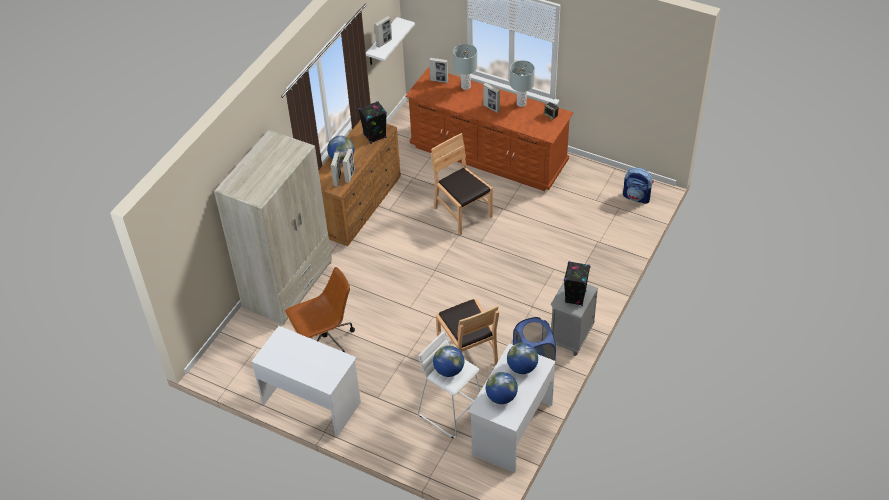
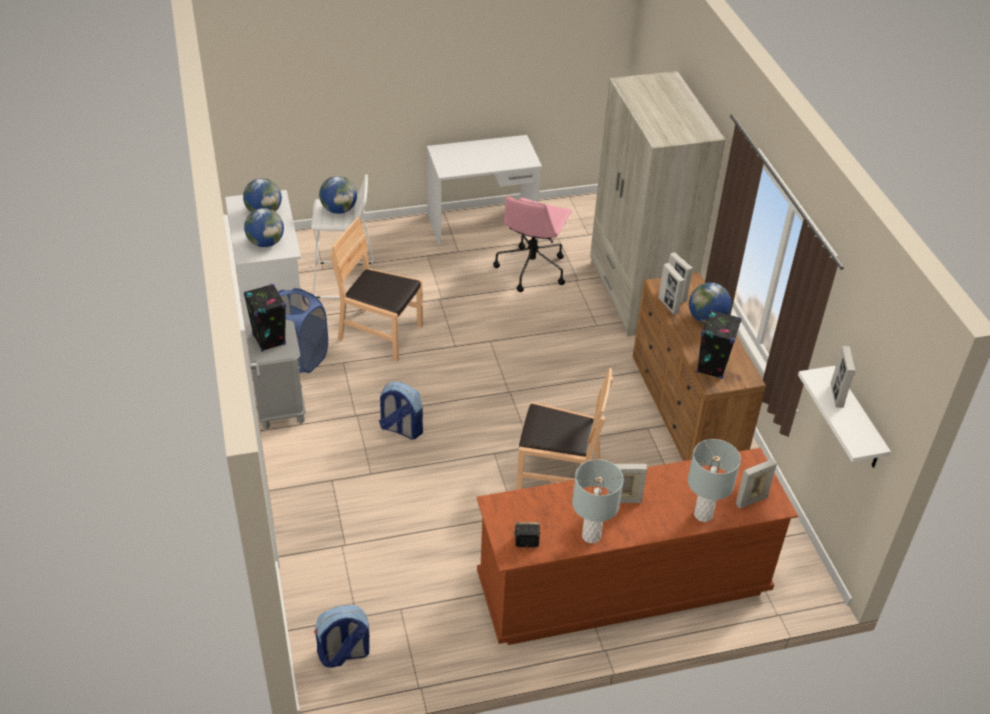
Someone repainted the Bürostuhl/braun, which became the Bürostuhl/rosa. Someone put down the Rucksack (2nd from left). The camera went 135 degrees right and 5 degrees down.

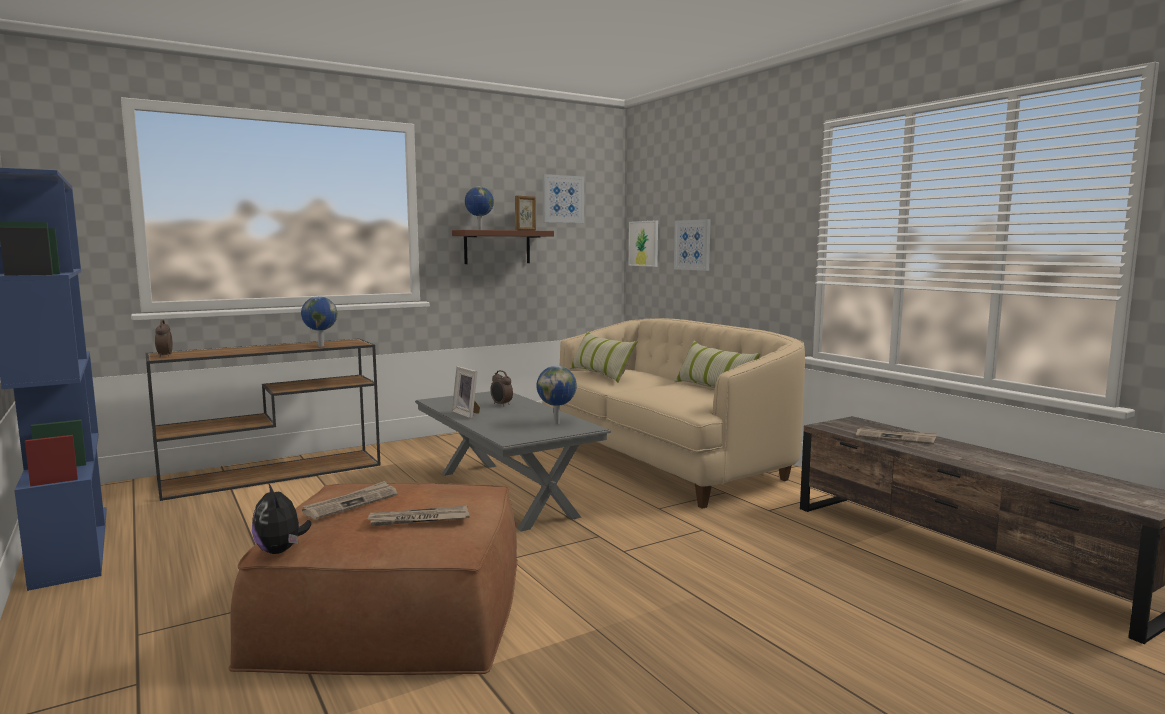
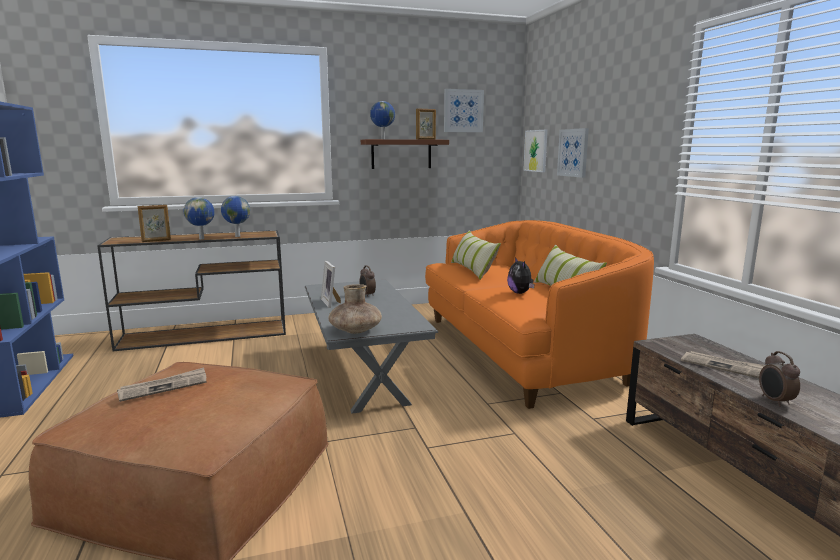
Someone repainted the Sofa/beige, which became the Sofa/orange. Someone carried the Wecker (1st from left in the first image). Someone carried the Globus (3rd from left in the first image). Someone carried the Plüschtier. Someone took away the Zeitung (2nd from left). Someone put down the Bilderrahmen (1st from left). Someone put down the Vase/braun. The camera went 15 degrees right and 5 degrees up.

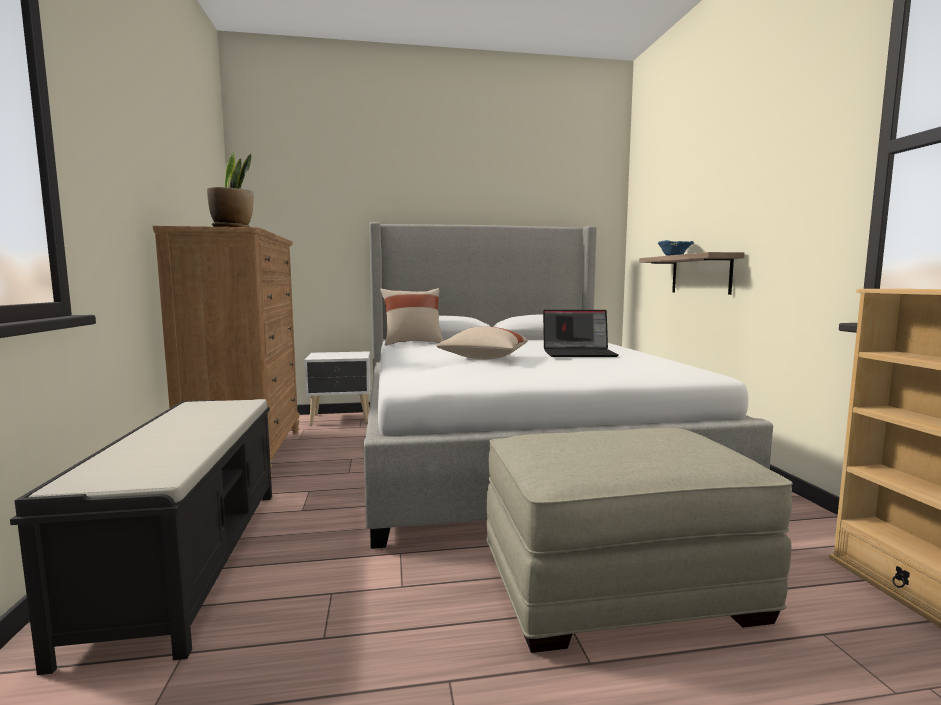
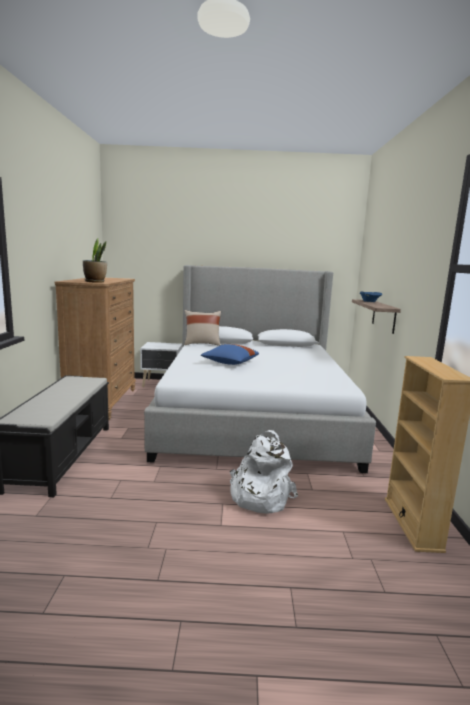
Someone took away the Laptop. Someone repainted the Kissen/beige (2nd from left), which became the Kissen/blau. Someone swapped the Polsterhocker/beige for the Rucksack/weiß. The camera went 10 degrees right and 5 degrees up.

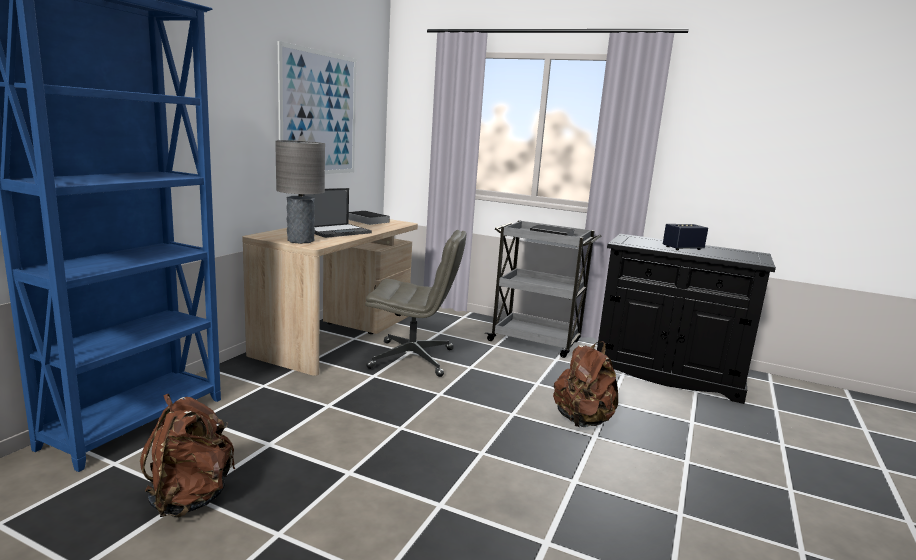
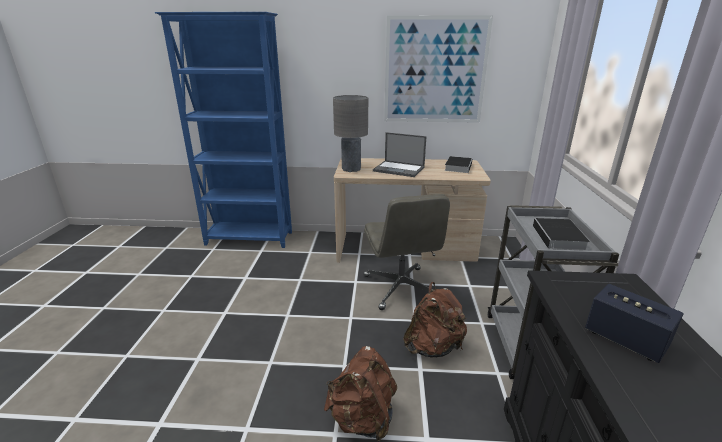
Someone carried the Rucksack/braun (1st from left in the first image). The camera went 70 degrees right and 10 degrees up.

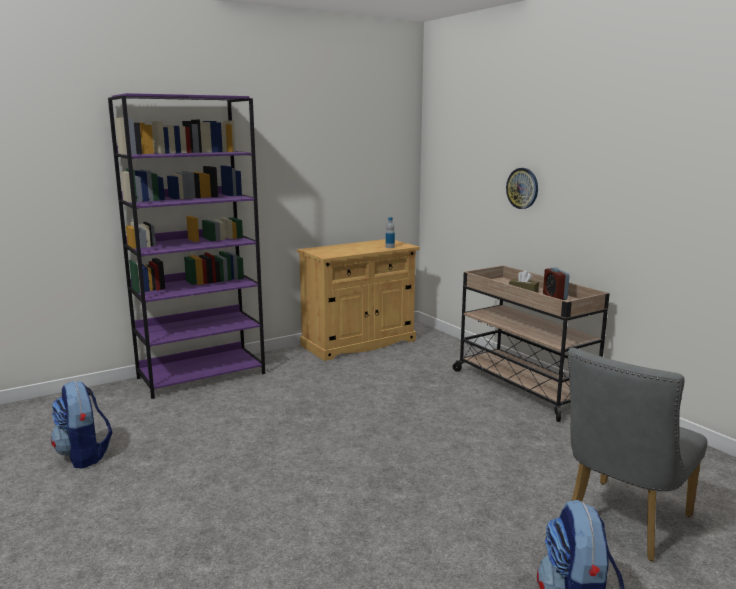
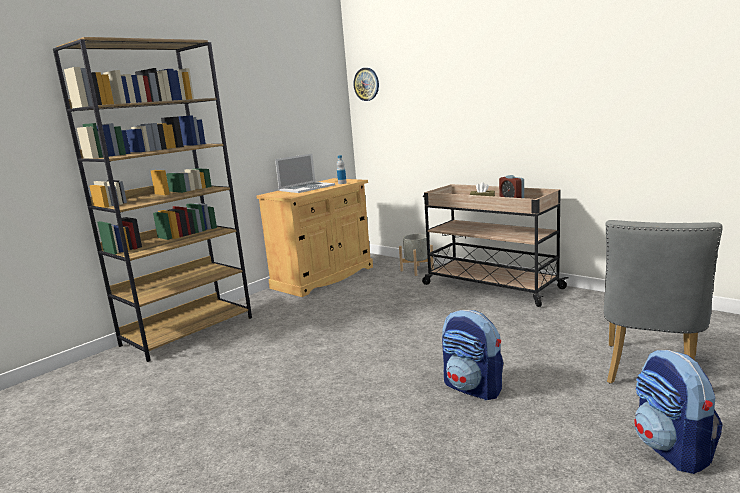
Someone repainted the Bücherregal/lila, which became the Bücherregal/braun. Someone carried the Wanduhr. Someone carried the Rucksack (1st from left). Someone put down the Laptop. Someone put down the Pflanzkübel/grau. The camera went 15 degrees left and 0 degrees up.

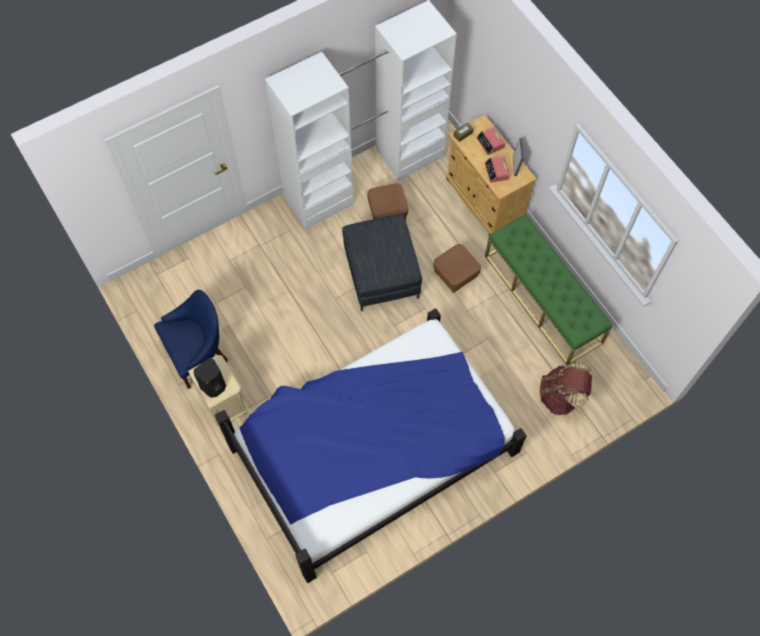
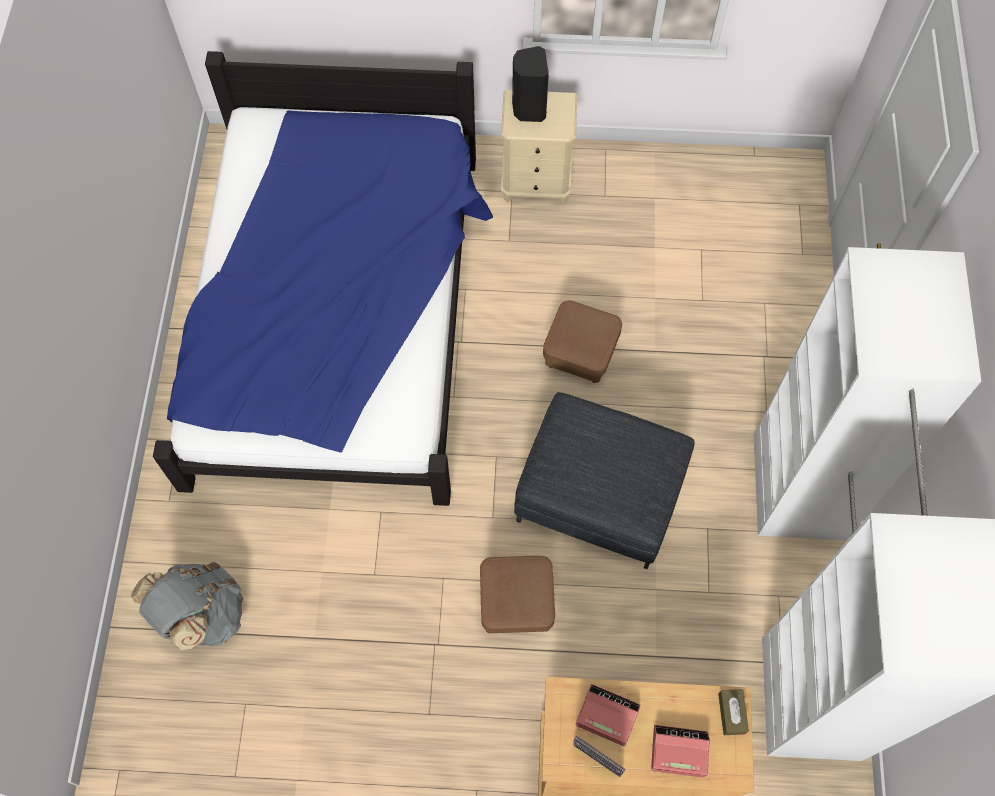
Someone carried the Polsterhocker/braun (1st from left in the first image). Someone took away the Bank/grün. Someone took away the Sessel/blau. Someone repainted the Rucksack/braun, which became the Rucksack/grau. The camera went 125 degrees right and 0 degrees up.

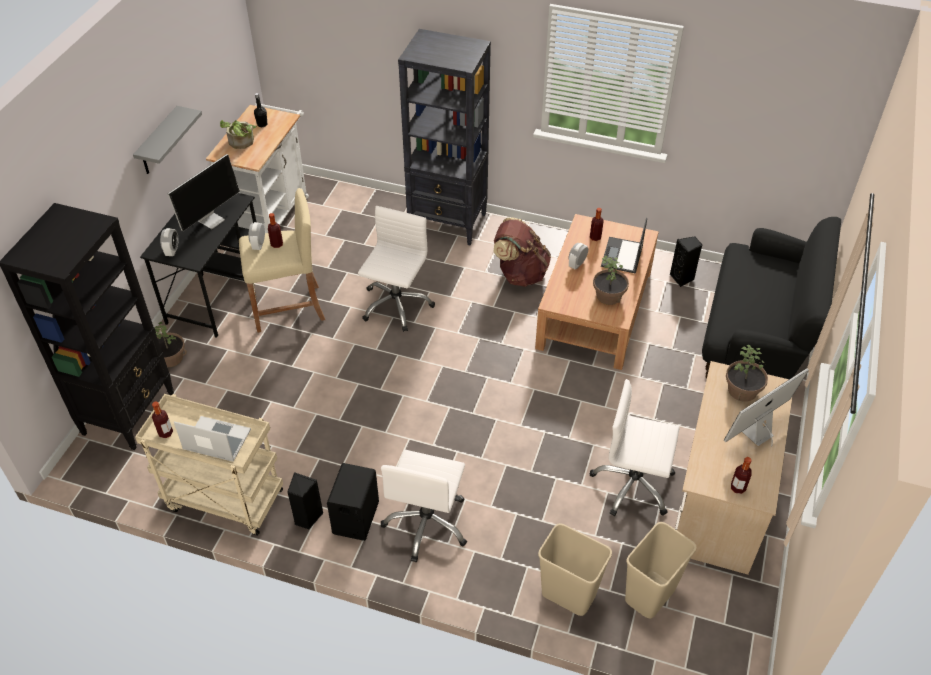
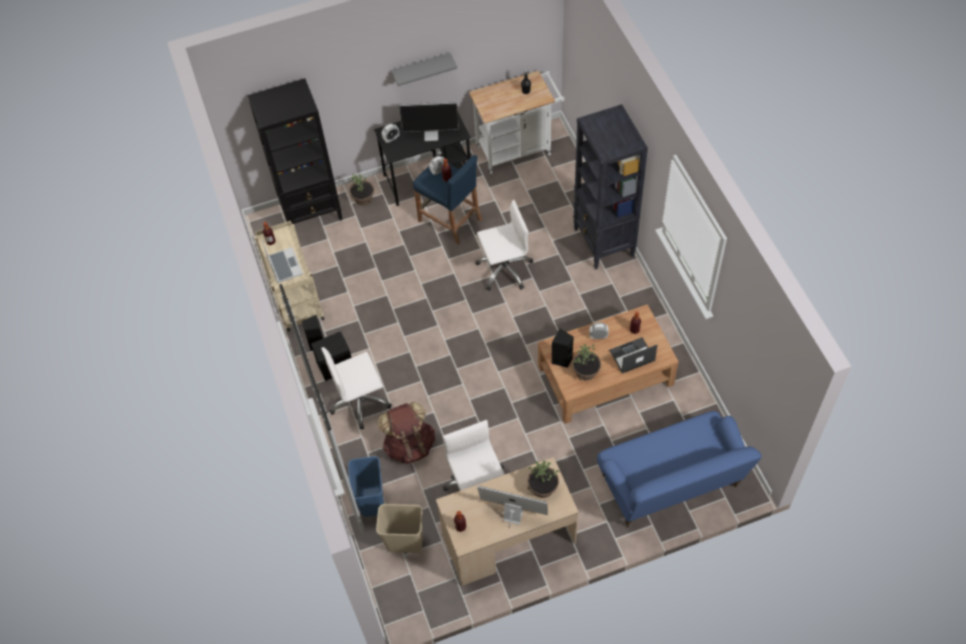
Someone took away the Topfpflanze (2nd from left). Someone repainted the Hocker/beige, which became the Hocker/blau. Someone repainted the Sofa/schwarz, which became the Sofa/blau. Someone carried the Rucksack/braun. Someone carried the Lautsprecher/schwarz (3rd from left). Someone repainted the Mülleimer/beige (1st from left), which became the Mülleimer/blau. The camera went 55 degrees right and 10 degrees up.

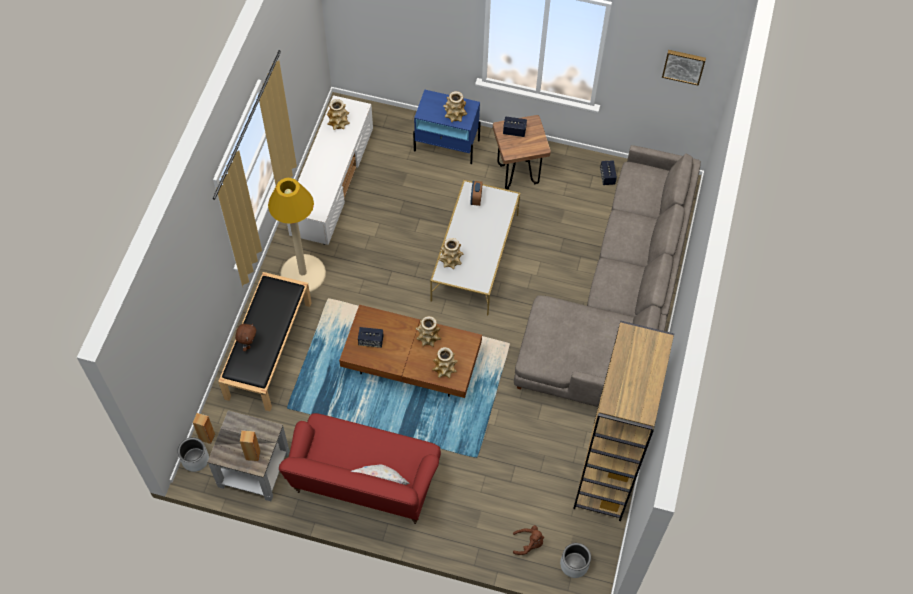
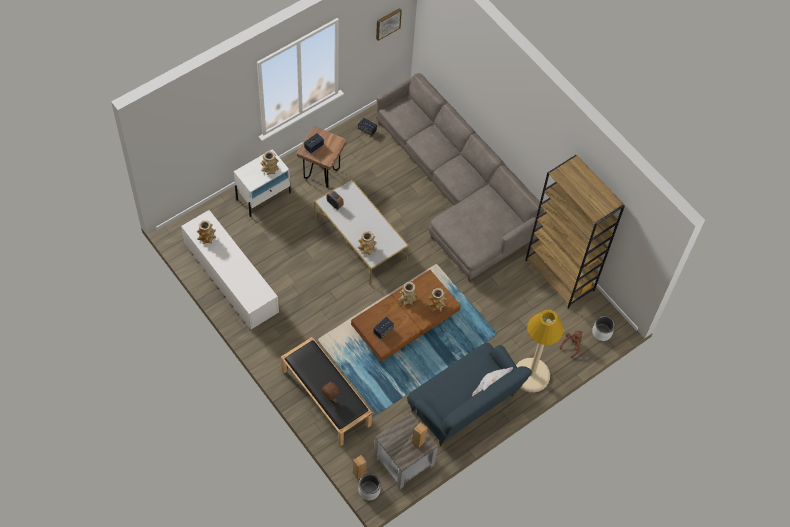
Someone repainted the Nachttisch/blau, which became the Nachttisch/weiß. Someone carried the Stehlampe/beige. Someone repainted the Sofa/rot, which became the Sofa/blau. The camera went 55 degrees left and 0 degrees up.

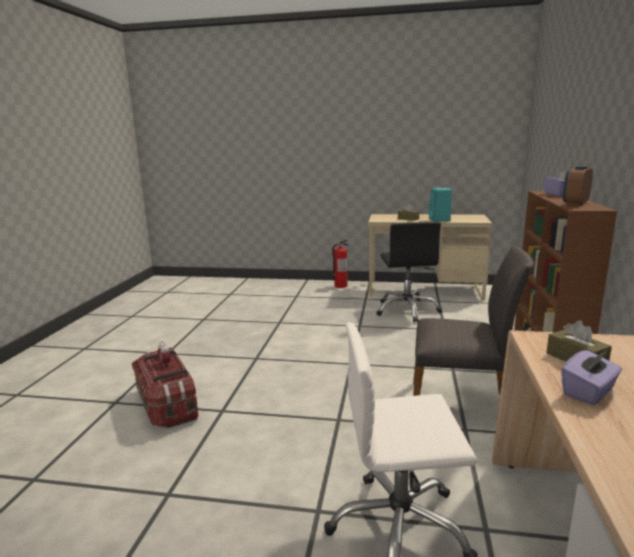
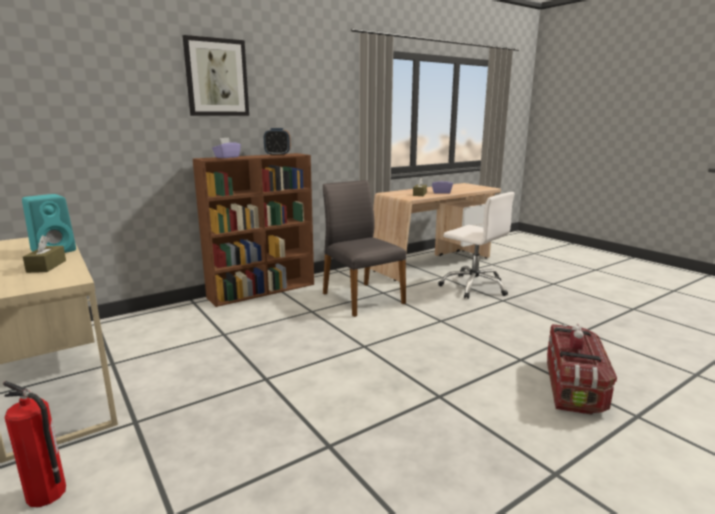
Someone took away the Bürostuhl/schwarz. Someone put up the Bild. The camera went 135 degrees left and 0 degrees up.

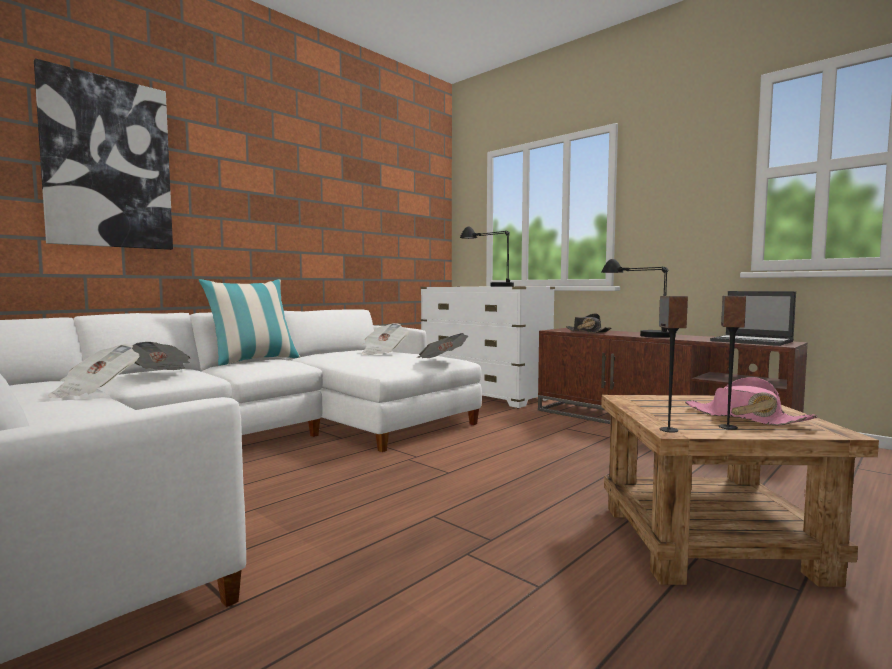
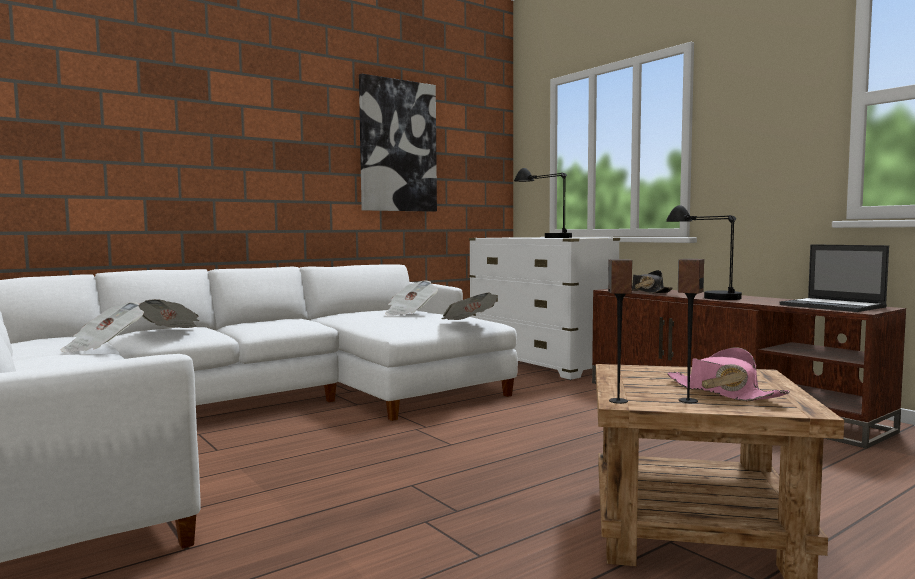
Someone carried the Bild. Someone took away the Kissen. The camera went 10 degrees right and 0 degrees up.

